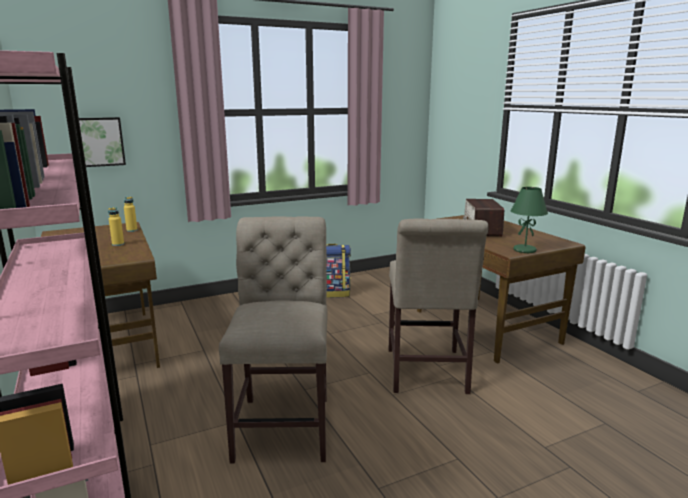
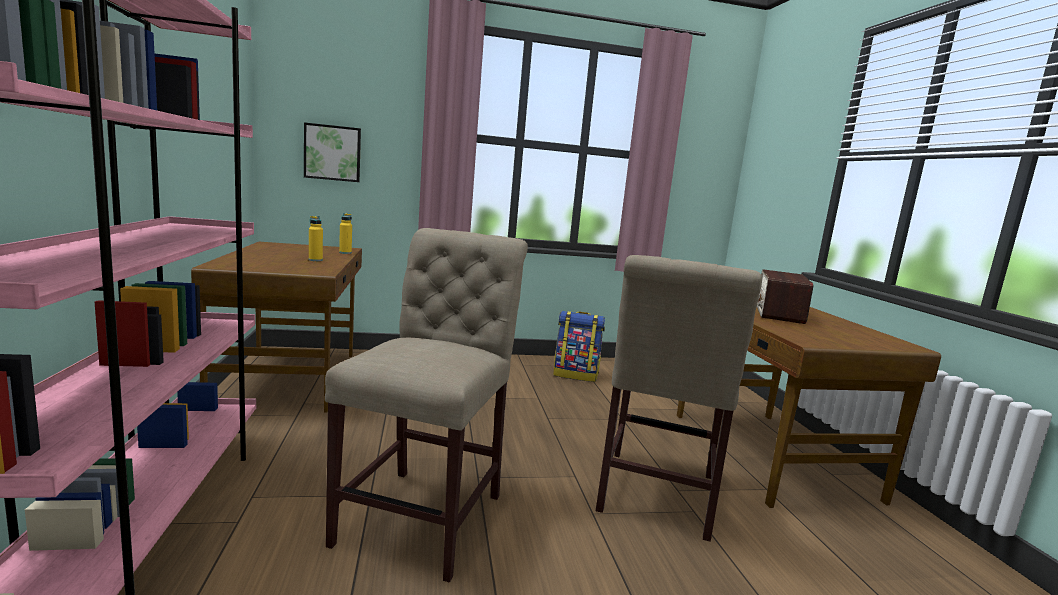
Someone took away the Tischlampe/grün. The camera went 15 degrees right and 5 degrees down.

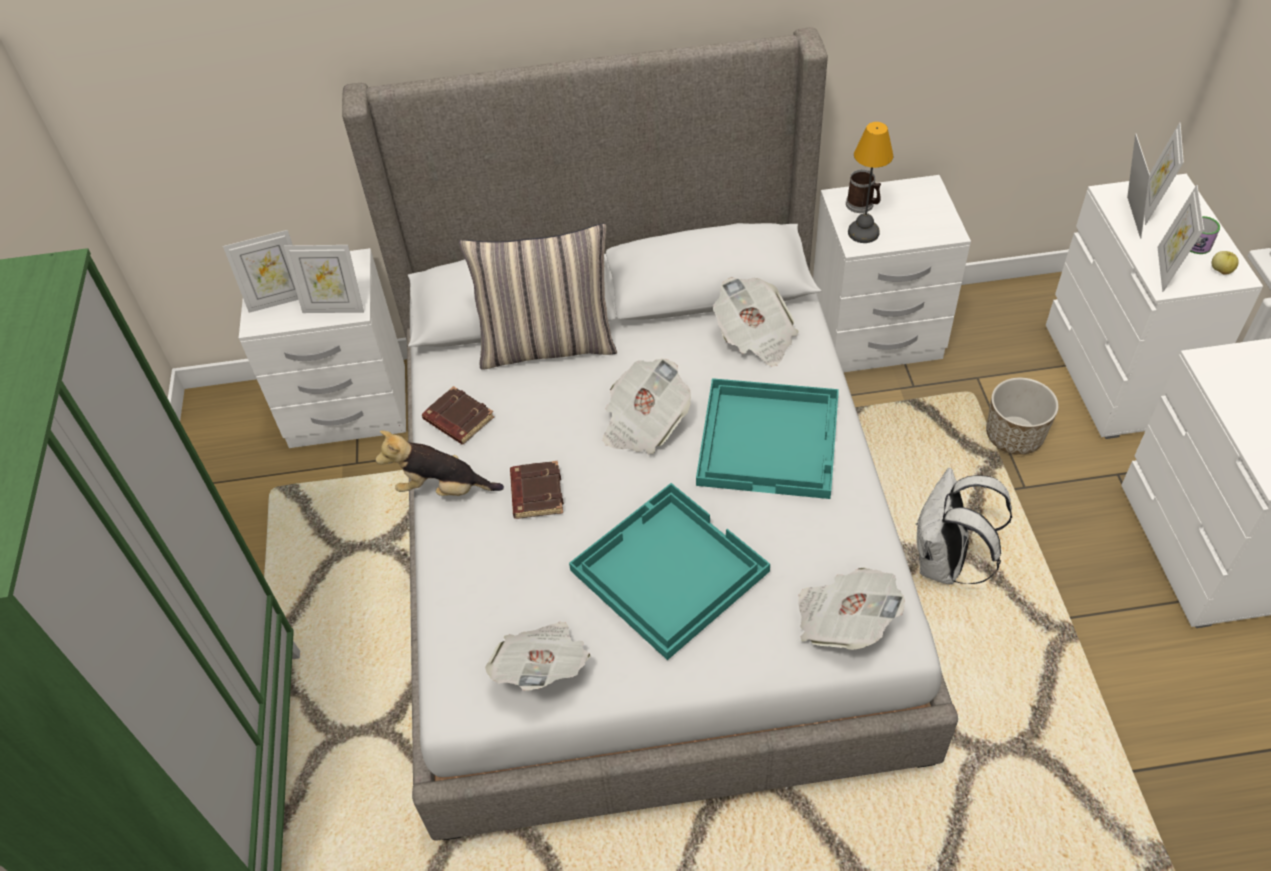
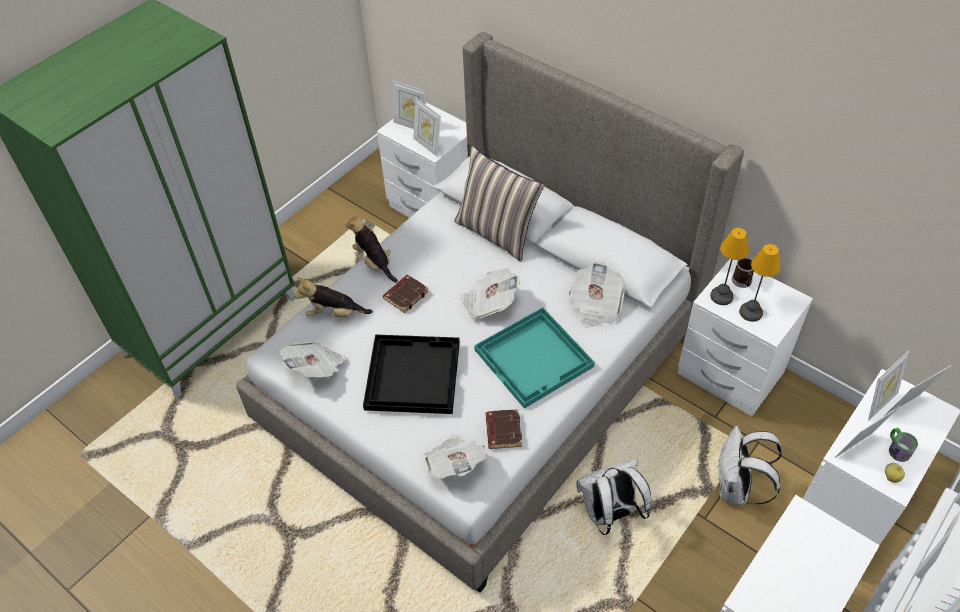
Someone swapped the Pflanzkübel for the Rucksack/weiß (2nd from left). Someone carried the Buch/braun (1st from left in the first image). Someone repainted the Tablett/türkis (1st from left), which became the Tablett/schwarz. Someone put down the Tischlampe (2nd from left). Someone put down the Plüschtier (1st from left). The camera went 45 degrees right and 0 degrees up.

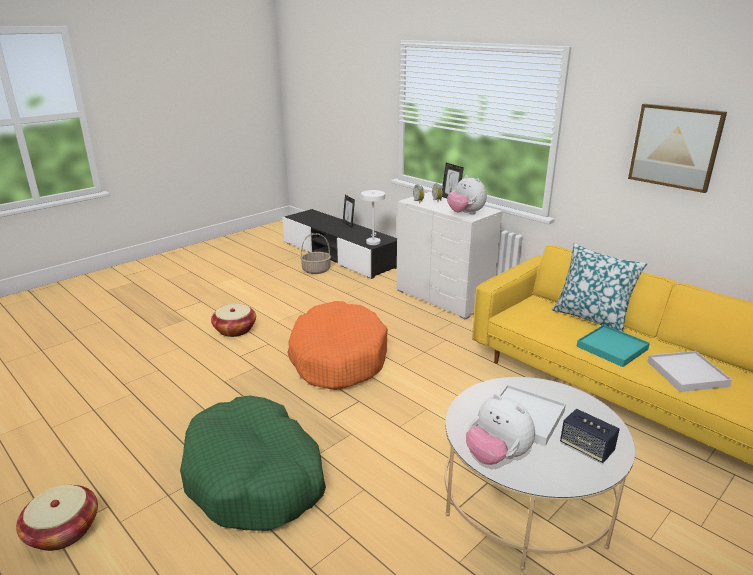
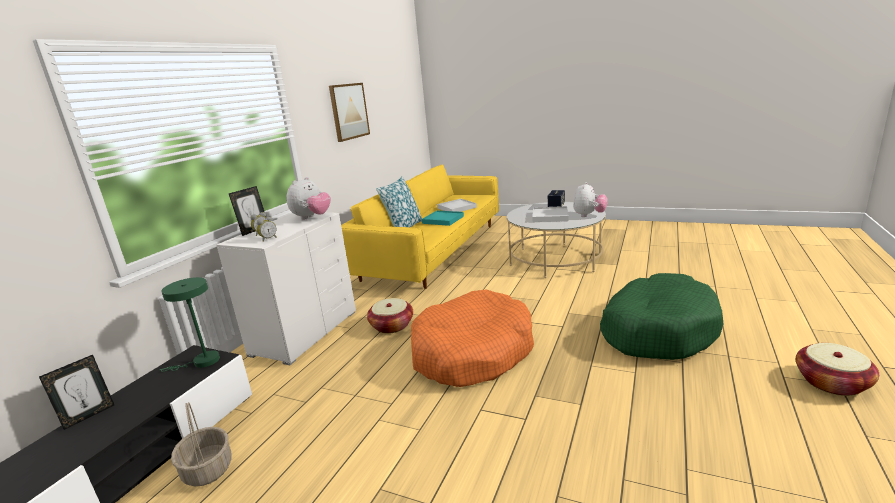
Someone repainted the Tischlampe/weiß, which became the Tischlampe/grün. Someone carried the Korb (2nd from left). The camera went 110 degrees left and 5 degrees down.

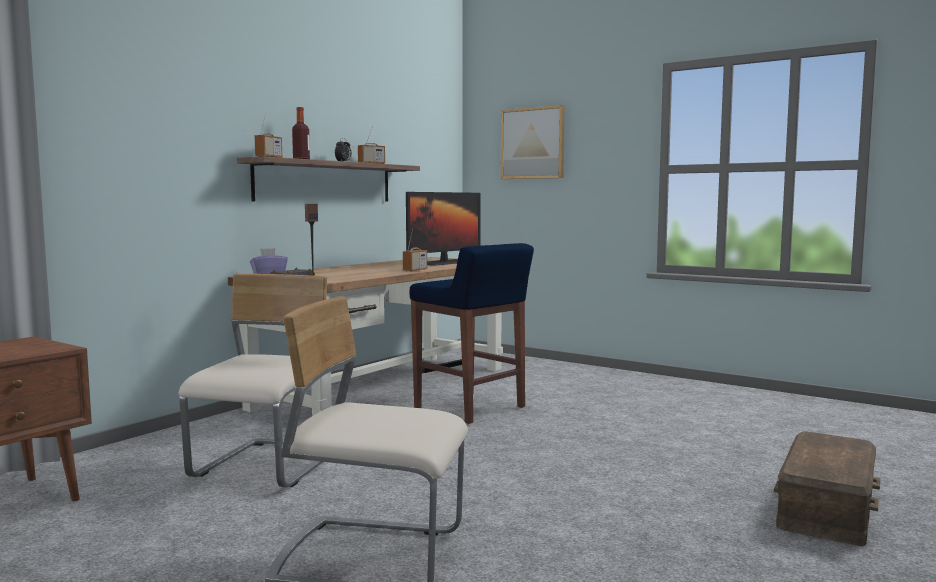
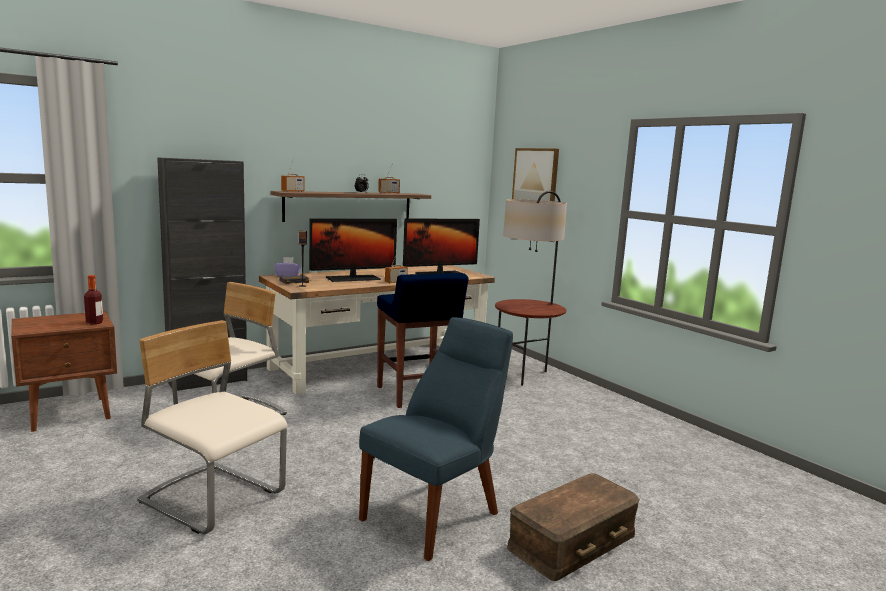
Someone carried the Flasche. Someone put down the Schrank/schwarz. Someone put down the Stehlampe. Someone put down the Monitor (1st from left). Someone put down the Stuhl/blau. The camera went 20 degrees right and 5 degrees up.

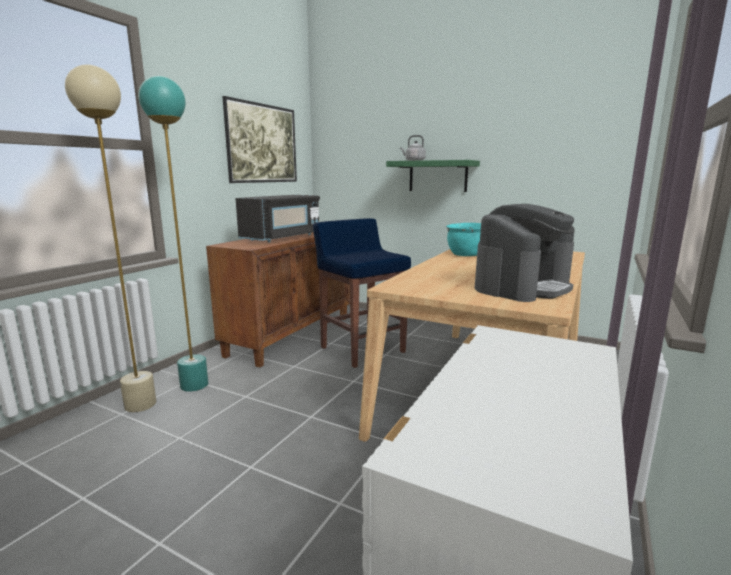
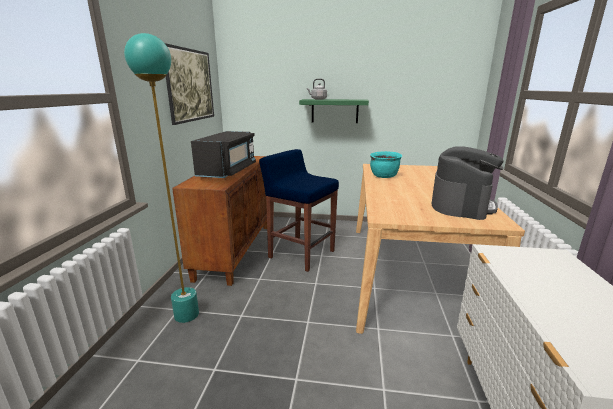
Someone took away the Stehlampe/beige. The camera went 20 degrees left and 5 degrees up.

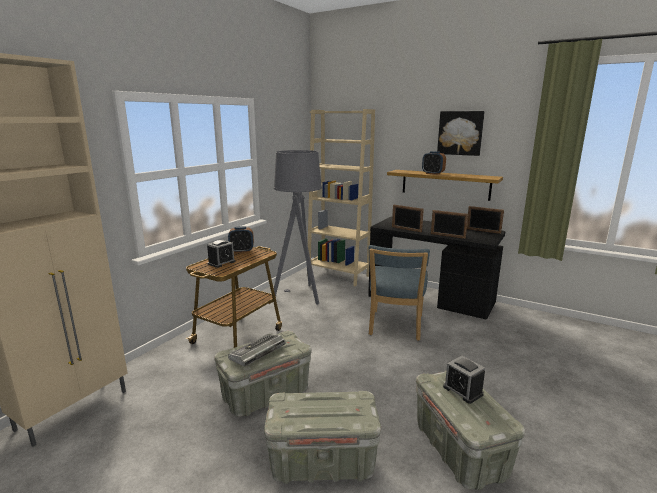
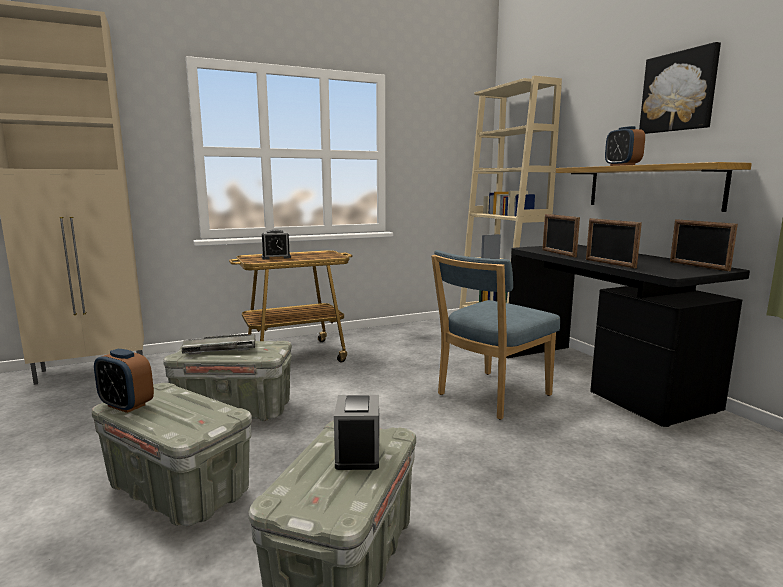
Someone took away the Stehlampe/grau. Someone carried the Wecker (2nd from left in the first image). The camera went 35 degrees right and 5 degrees down.

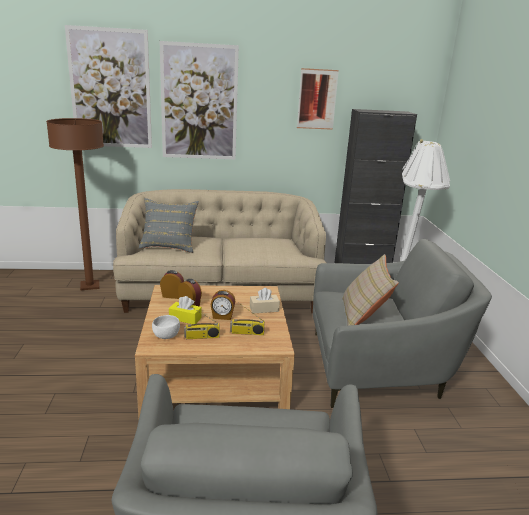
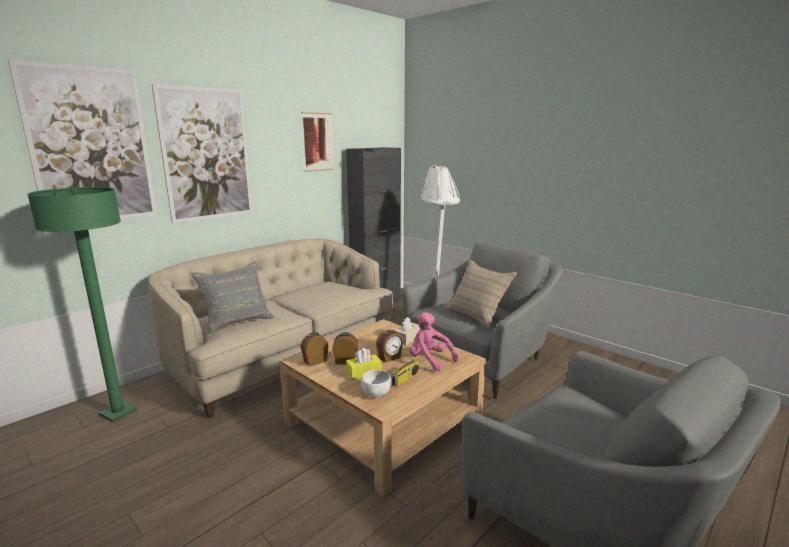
Someone repainted the Stehlampe/braun, which became the Stehlampe/grün. Someone swapped the Radio (2nd from left) for the Plüschtier/rosa. The camera went 40 degrees left and 5 degrees down.

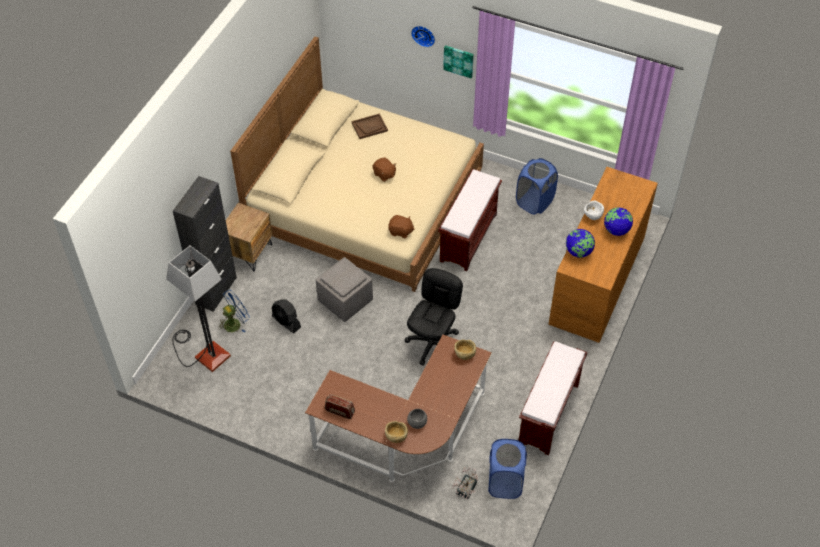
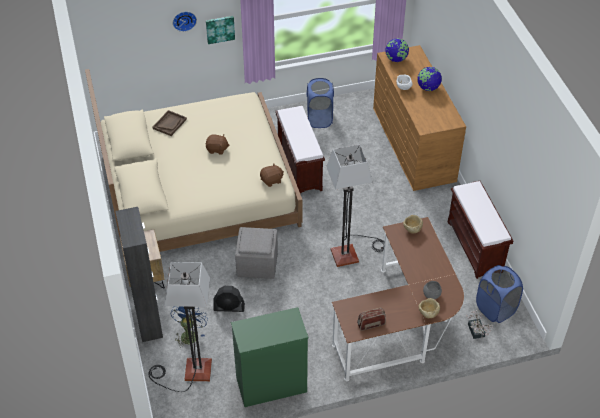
Someone carried the Globus (1st from left). Someone swapped the Bürostuhl/schwarz for the Stehlampe (2nd from left). Someone put down the Kommode/grün. The camera went 40 degrees left and 5 degrees down.

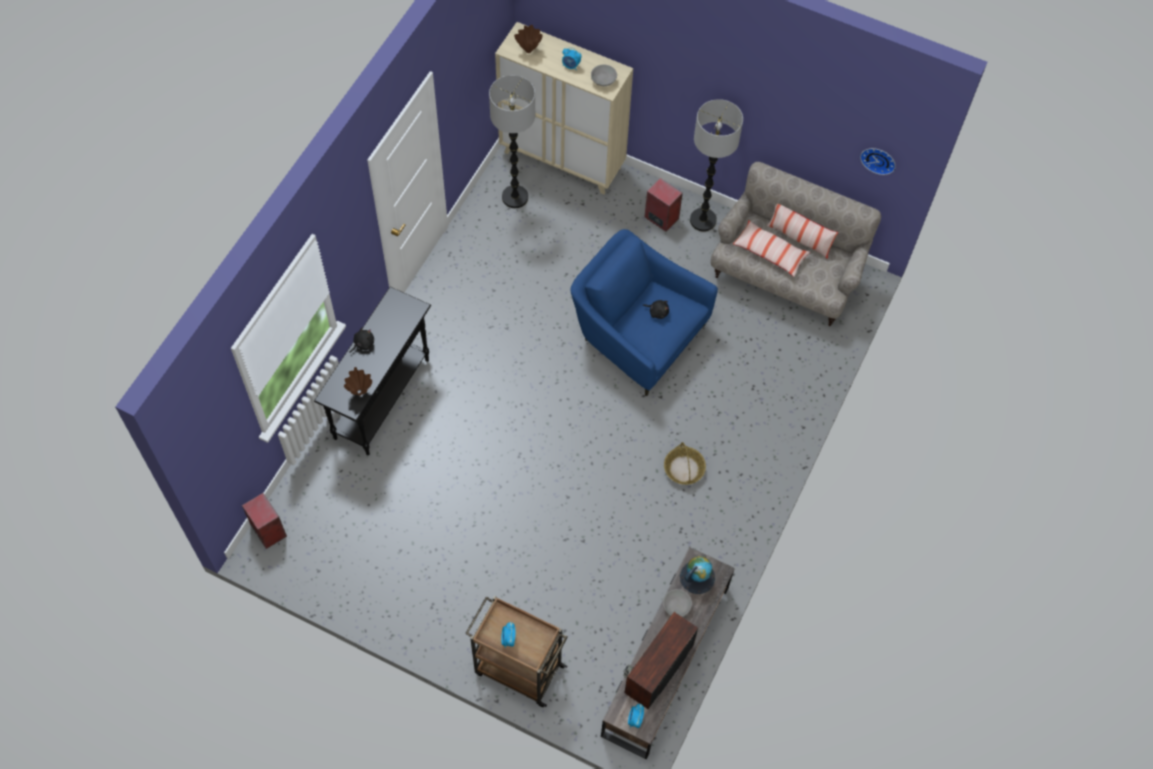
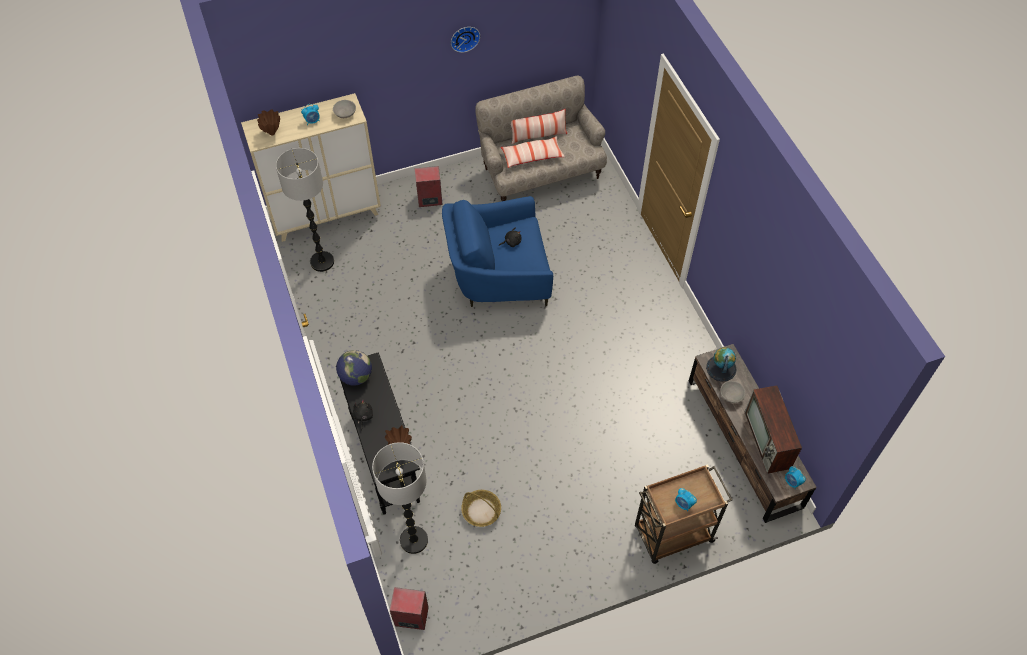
Someone carried the Stehlampe (2nd from left). Someone carried the Wanduhr. Someone carried the Korb. Someone put down the Globus (1st from left). The camera went 45 degrees left and 5 degrees down.

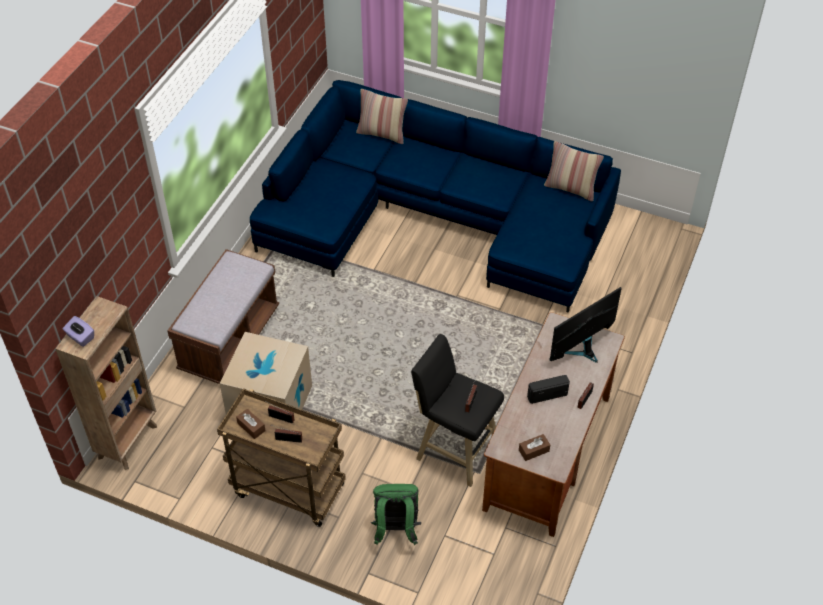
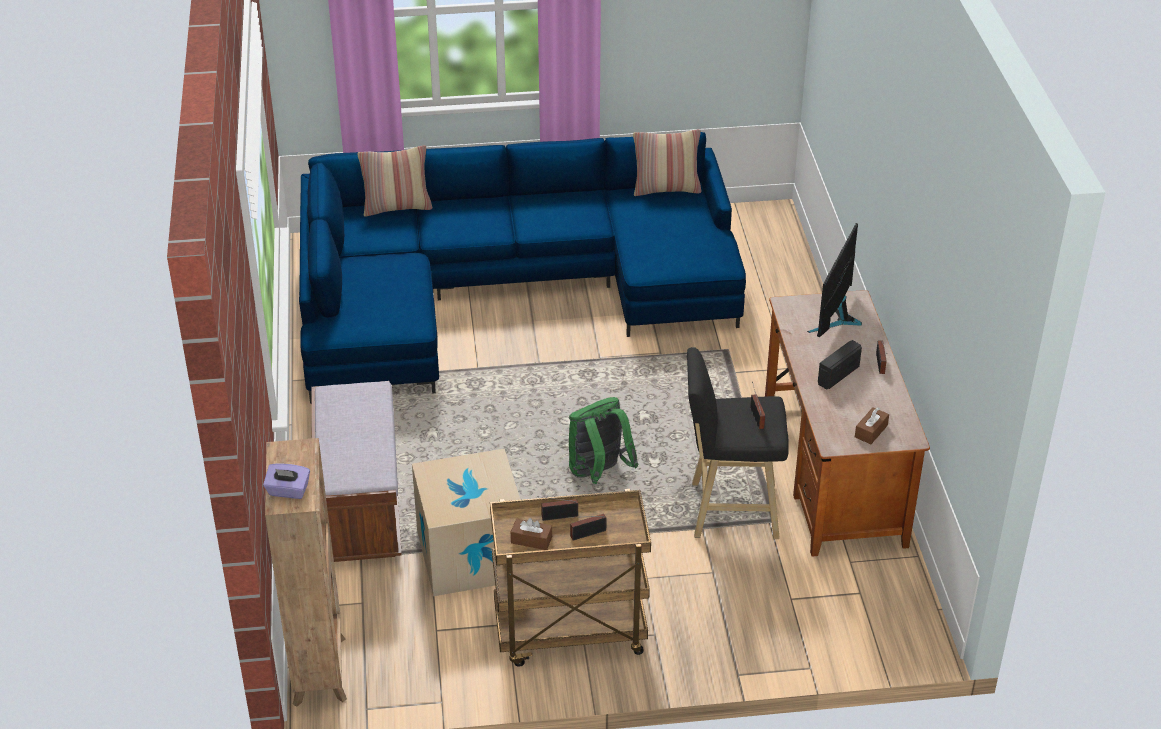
Someone carried the Rucksack/grün. The camera went 30 degrees left and 10 degrees down.

